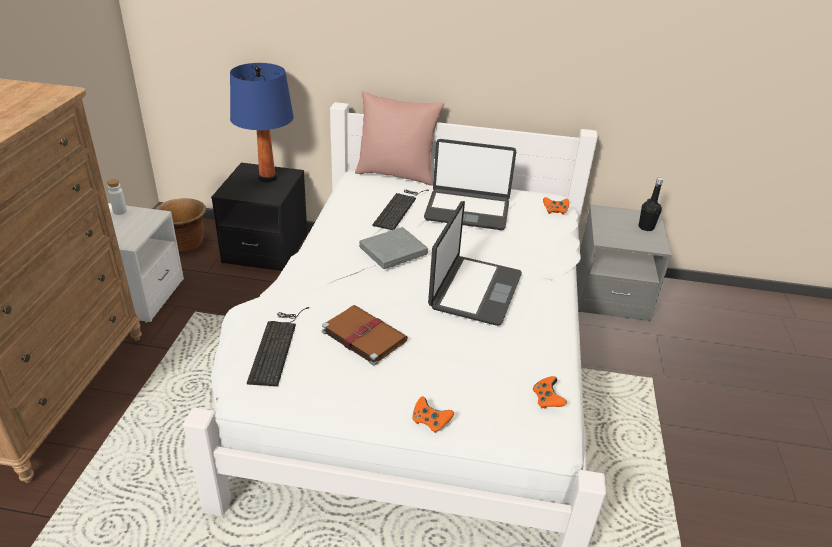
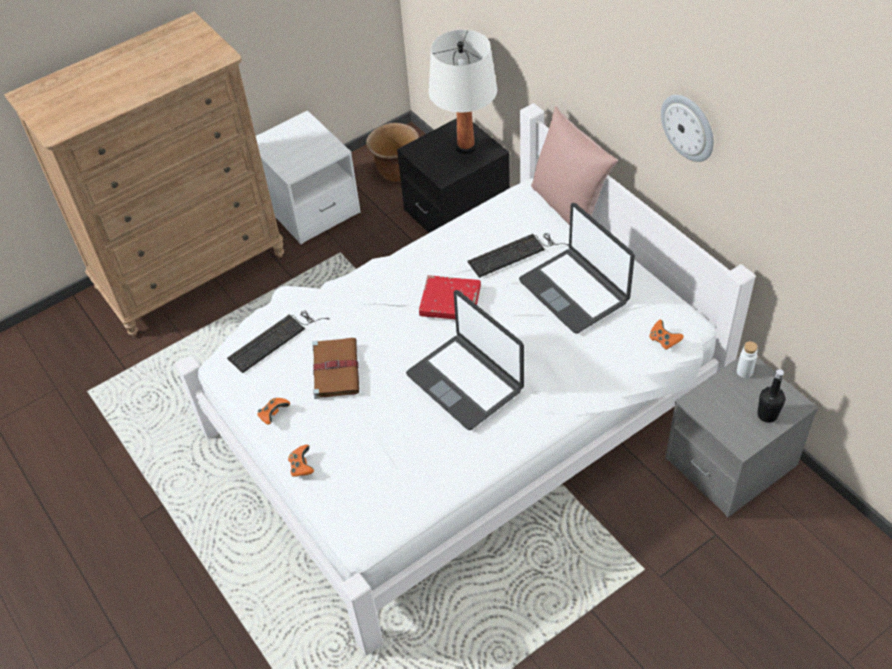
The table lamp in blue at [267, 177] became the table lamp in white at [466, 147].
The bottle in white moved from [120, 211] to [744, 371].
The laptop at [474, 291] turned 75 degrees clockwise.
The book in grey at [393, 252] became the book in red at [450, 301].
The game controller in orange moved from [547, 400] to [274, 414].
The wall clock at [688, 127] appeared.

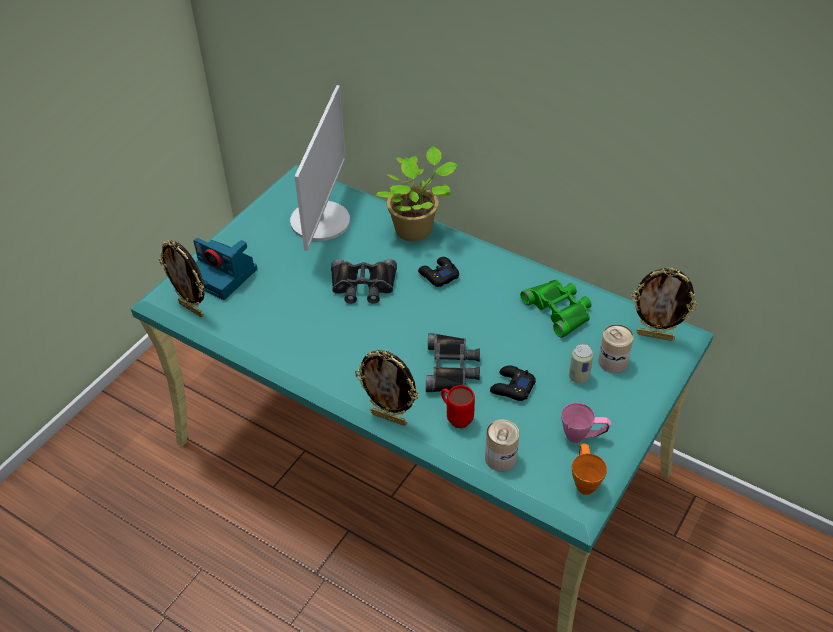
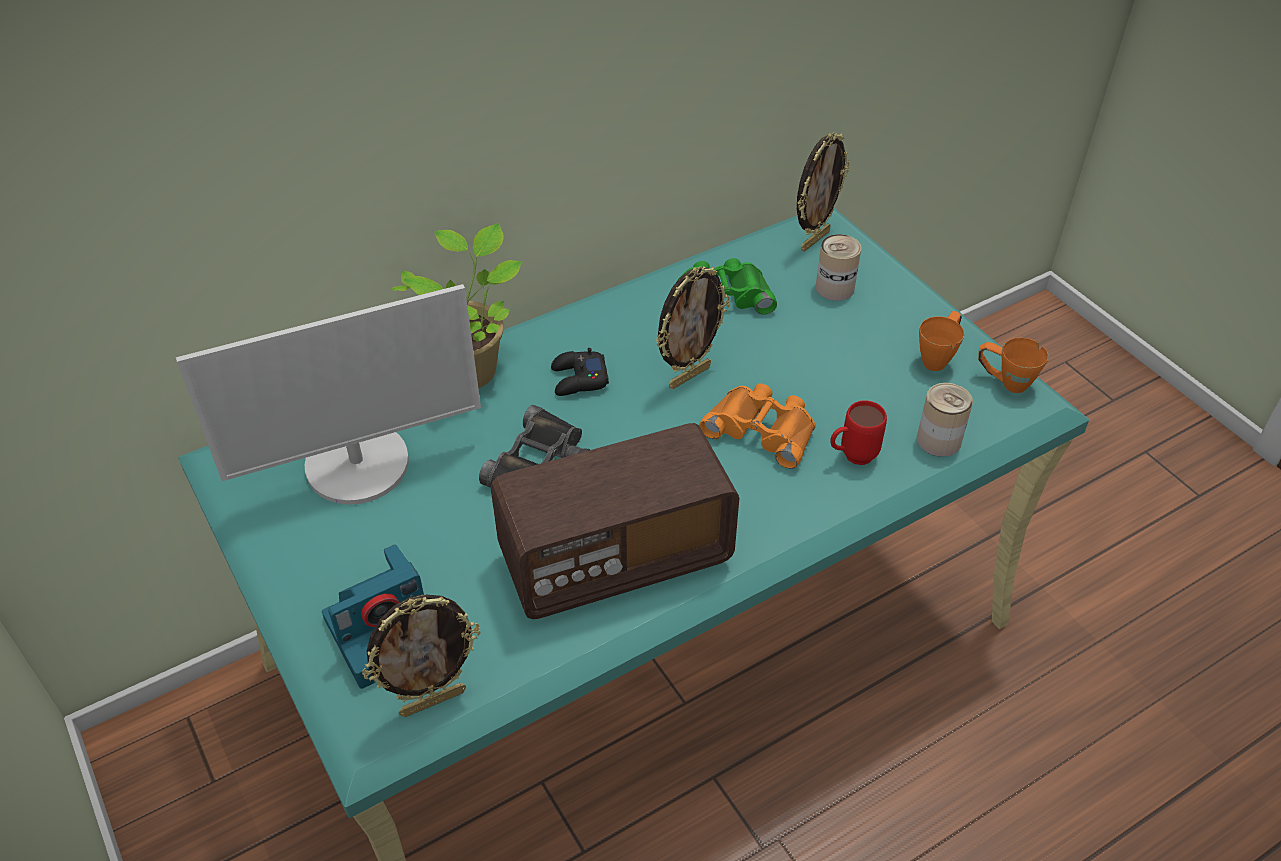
The monitor at [321, 221] turned 120 degrees clockwise.
The binoculars in black at [452, 368] became the binoculars in orange at [762, 429].
The can at [579, 376] disappeared.
The picture frame moved from [389, 418] to [688, 376].
The game controller in black at [512, 387] disappeared.
The mug in pink at [582, 436] became the mug in orange at [938, 357].
The radio at [615, 558] appeared.

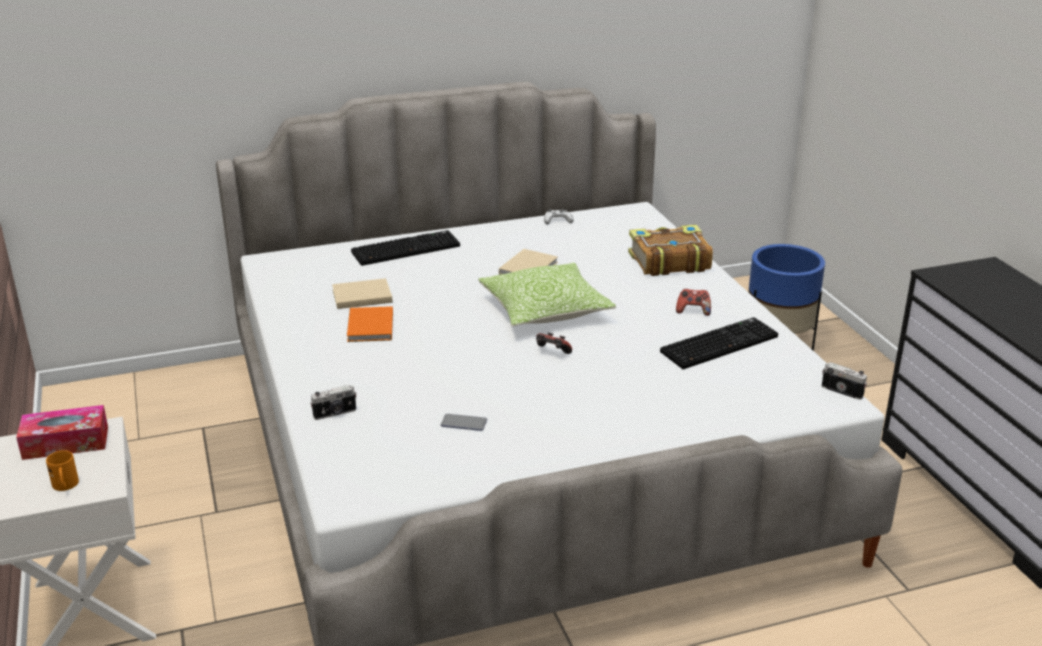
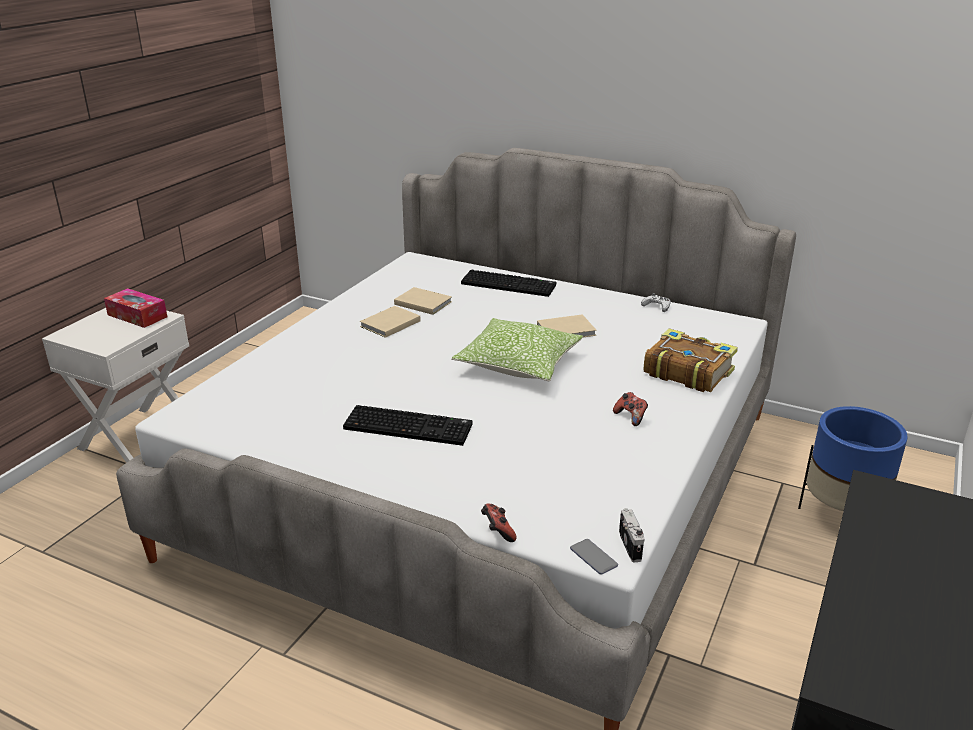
The book in orange at [369, 327] became the book in beige at [388, 324].
The keyboard moved from [719, 343] to [410, 426].
The game controller moved from [552, 353] to [497, 532].
The photo camera at [335, 413] disappeared.
The phone moved from [464, 423] to [593, 557].
The mug in orange at [65, 486] disappeared.

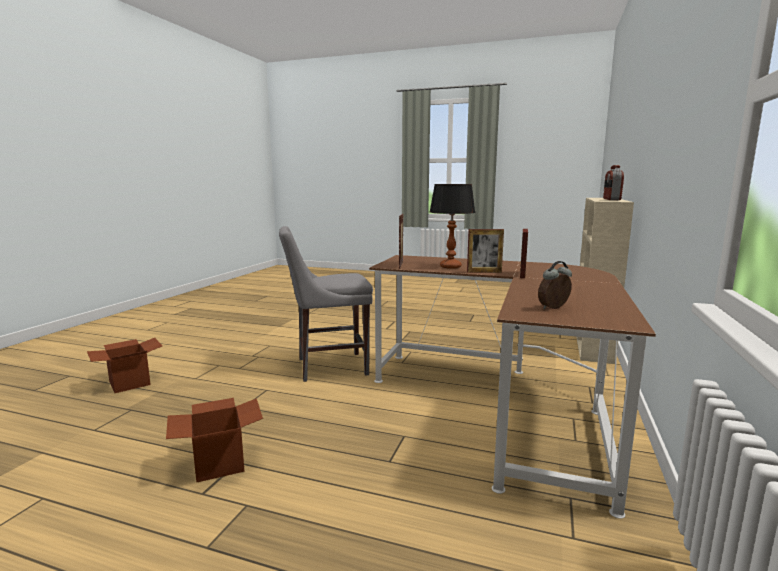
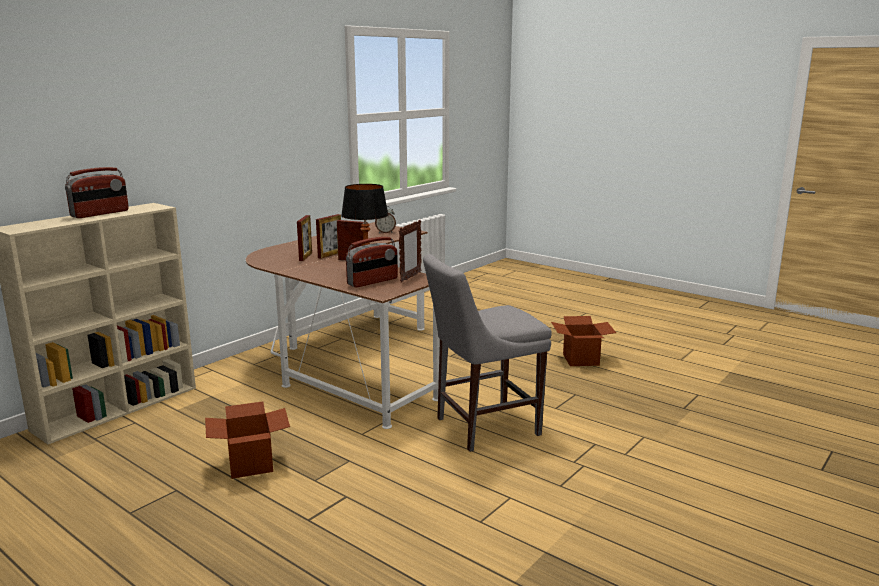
The chair in grey at [328, 366] turned 150 degrees clockwise.
The cardboard box moved from [130, 383] to [250, 464].
The picture frame at [305, 257] appeared.
The radio at [373, 282] appeared.

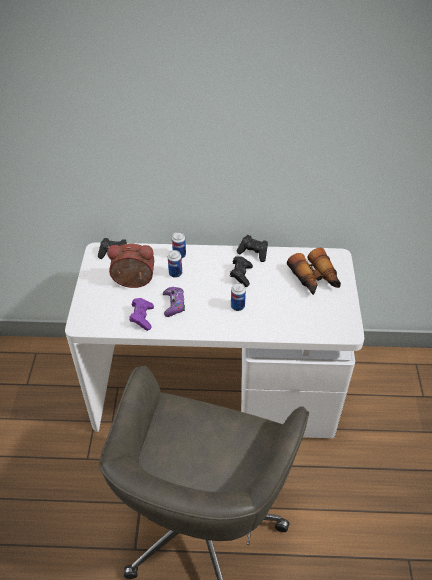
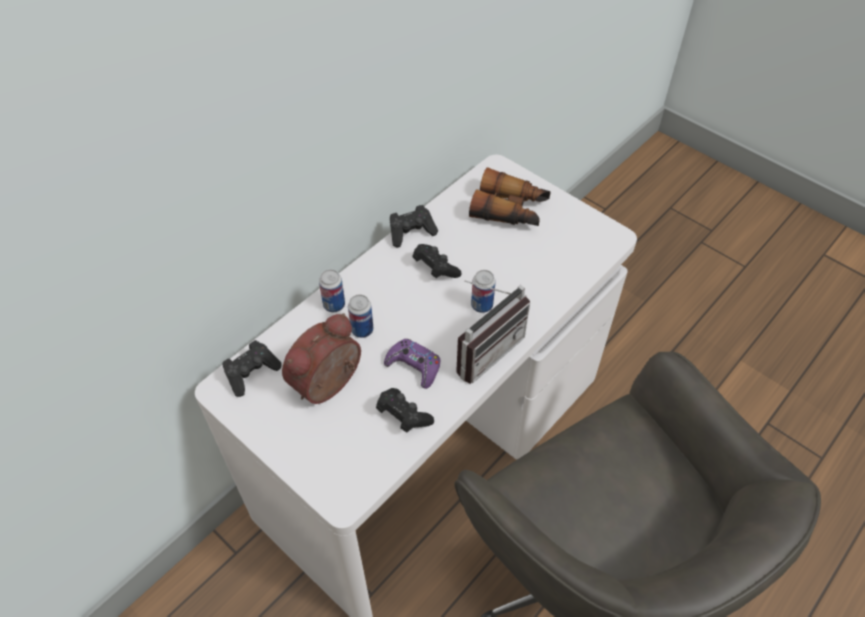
The game controller in purple at [142, 318] became the game controller in black at [403, 416].
The radio at [484, 349] appeared.

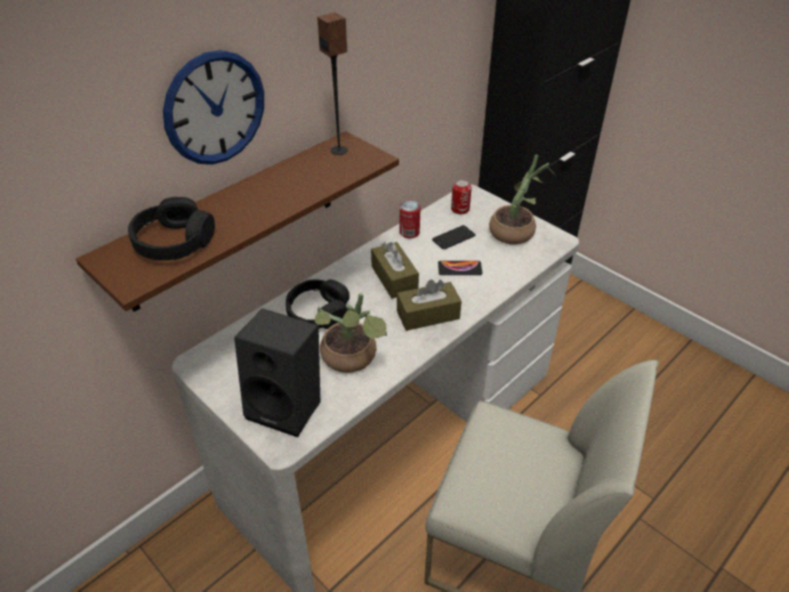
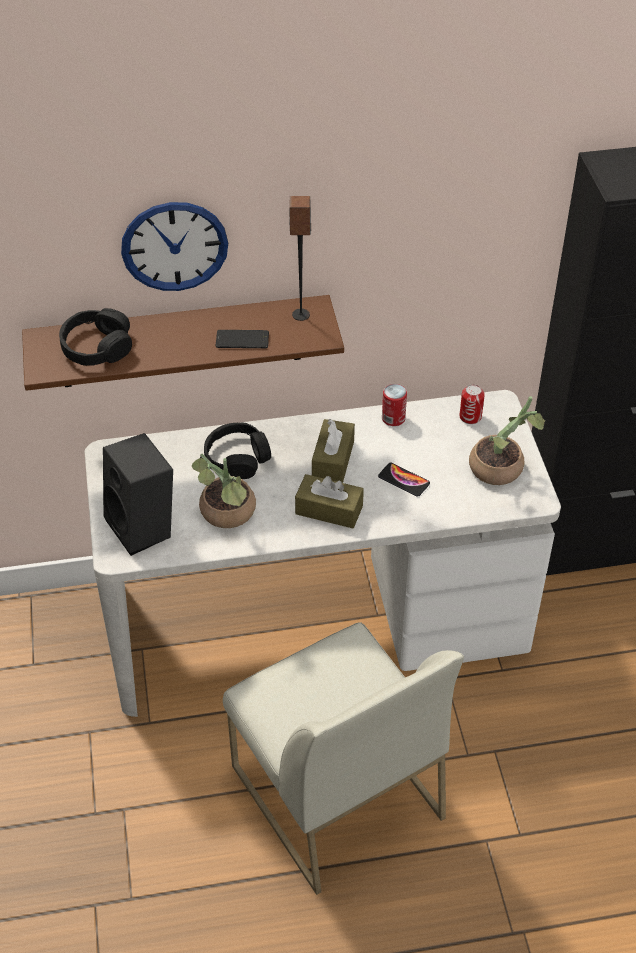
The phone moved from [453, 238] to [242, 340].

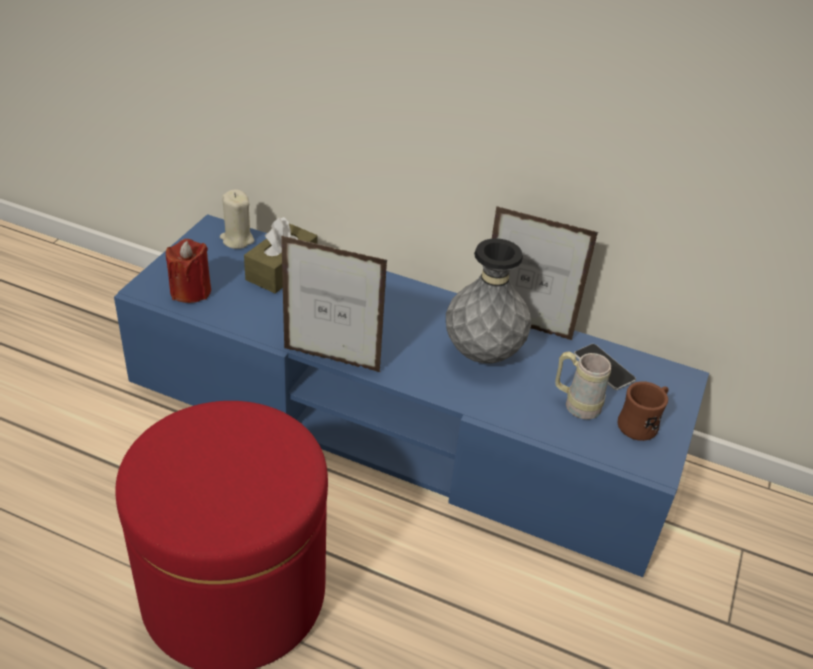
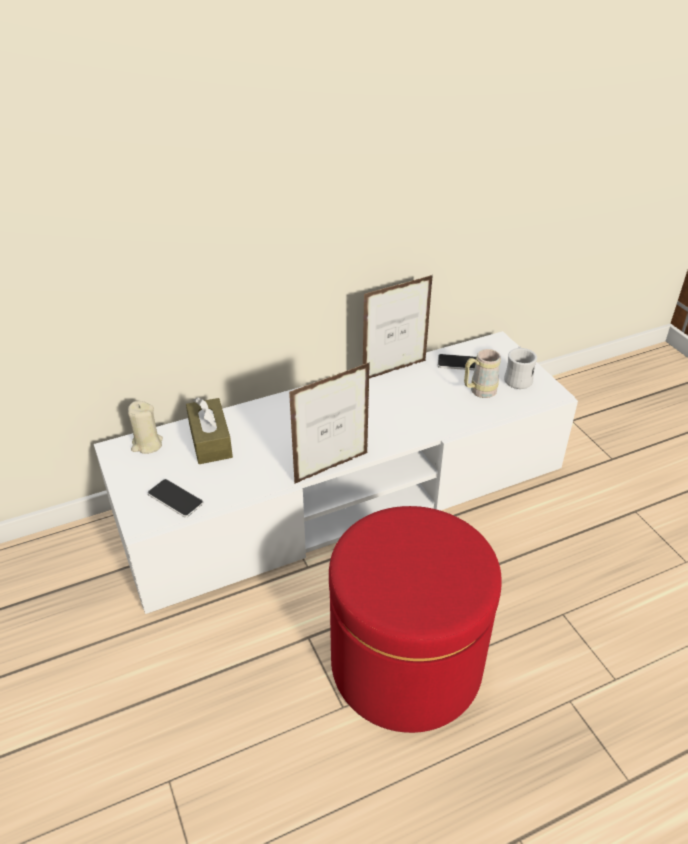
The tv stand in blue at [398, 422] became the tv stand in white at [344, 494].
The vase in grey at [482, 354] disappeared.
The candle in red at [190, 291] was replaced by the phone at [175, 499].
The mug in brown at [641, 424] became the mug in white at [517, 378].

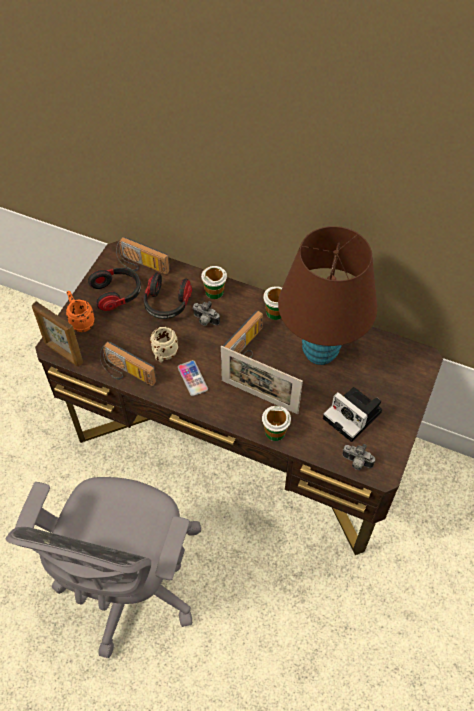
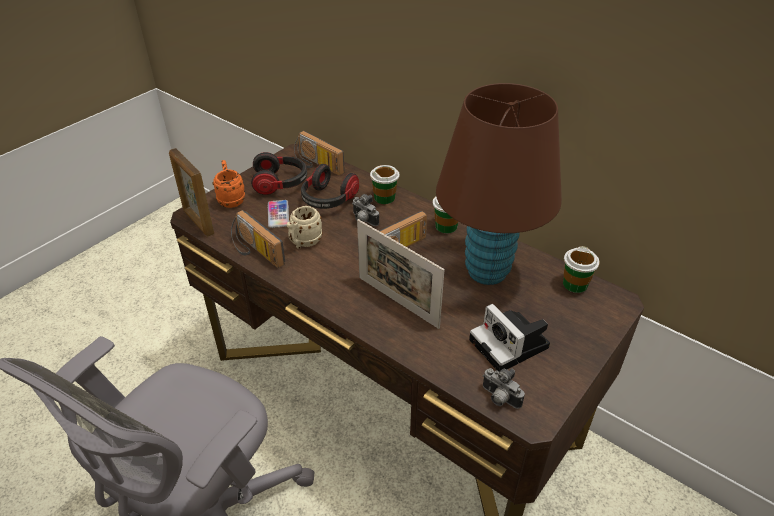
The phone moved from [192, 378] to [278, 214].
The cup moved from [275, 432] to [575, 284].

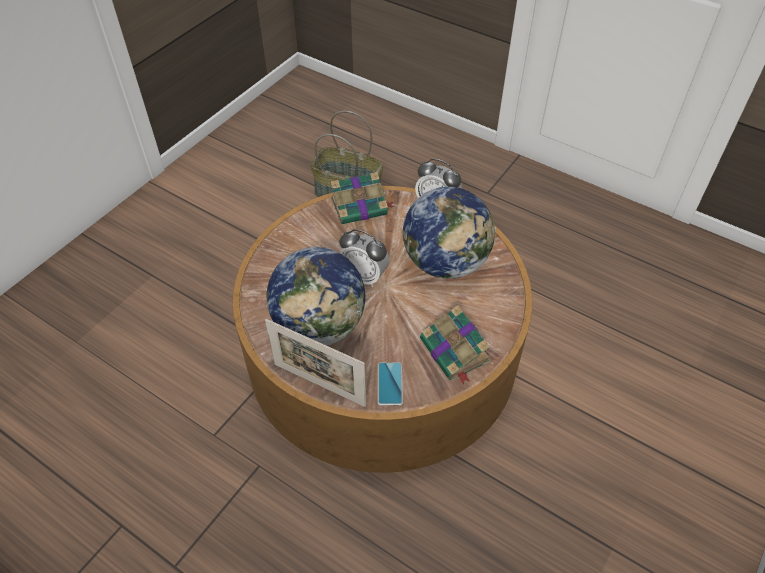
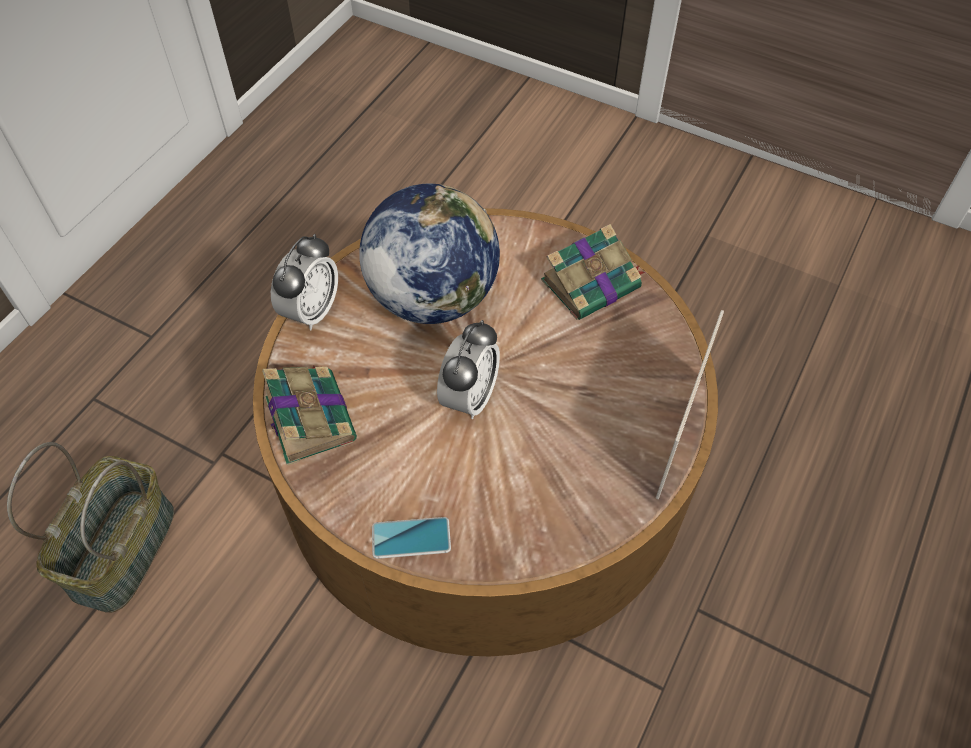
The globe at [320, 325] disappeared.
The phone moved from [390, 384] to [411, 538].

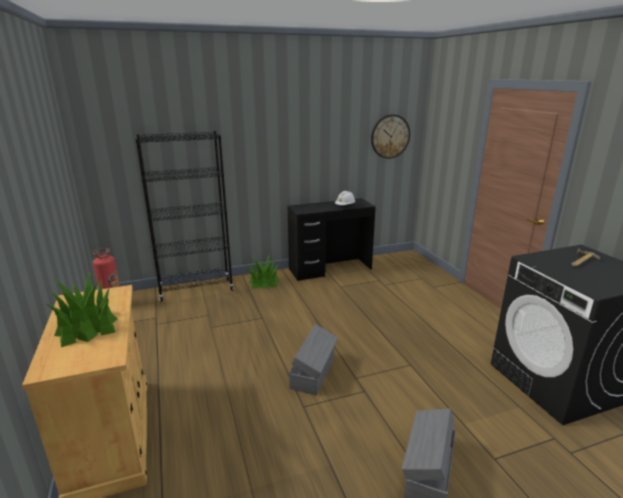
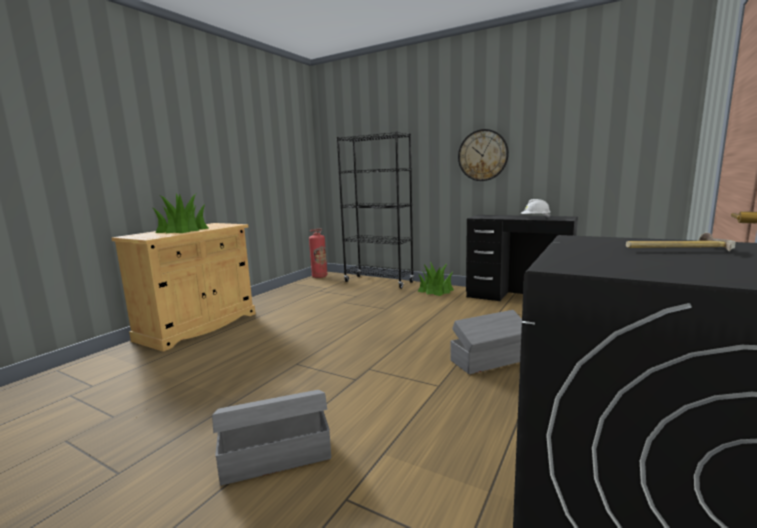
The wall clock moved from [390, 136] to [483, 155].
The storage box in grey moved from [314, 372] to [490, 360].

